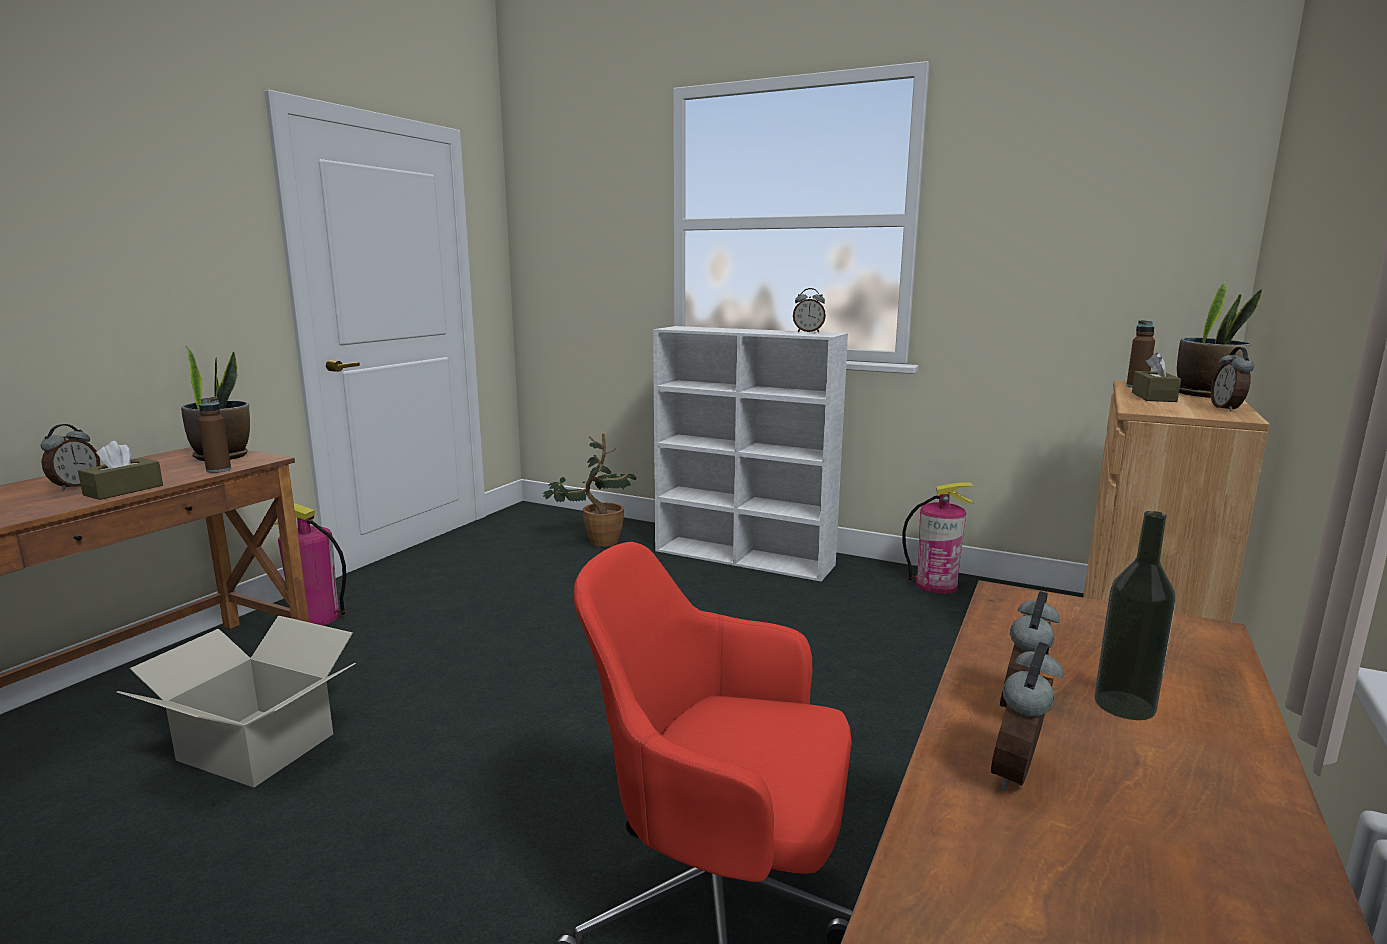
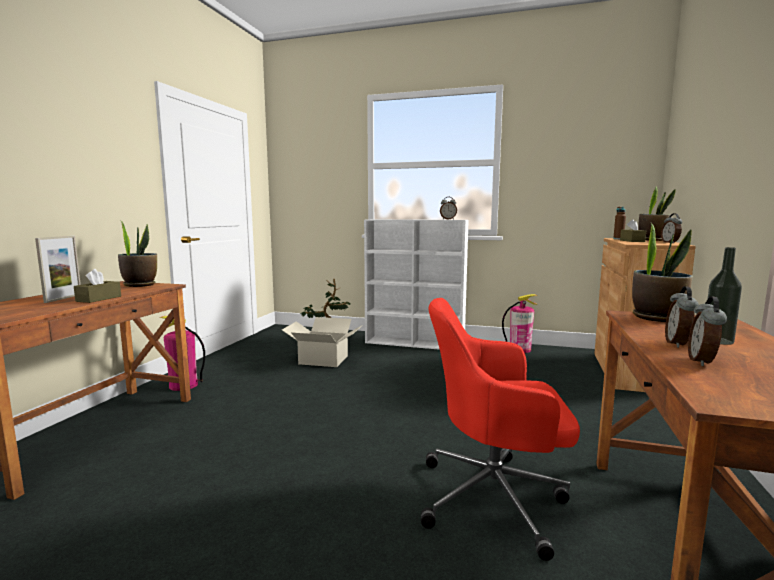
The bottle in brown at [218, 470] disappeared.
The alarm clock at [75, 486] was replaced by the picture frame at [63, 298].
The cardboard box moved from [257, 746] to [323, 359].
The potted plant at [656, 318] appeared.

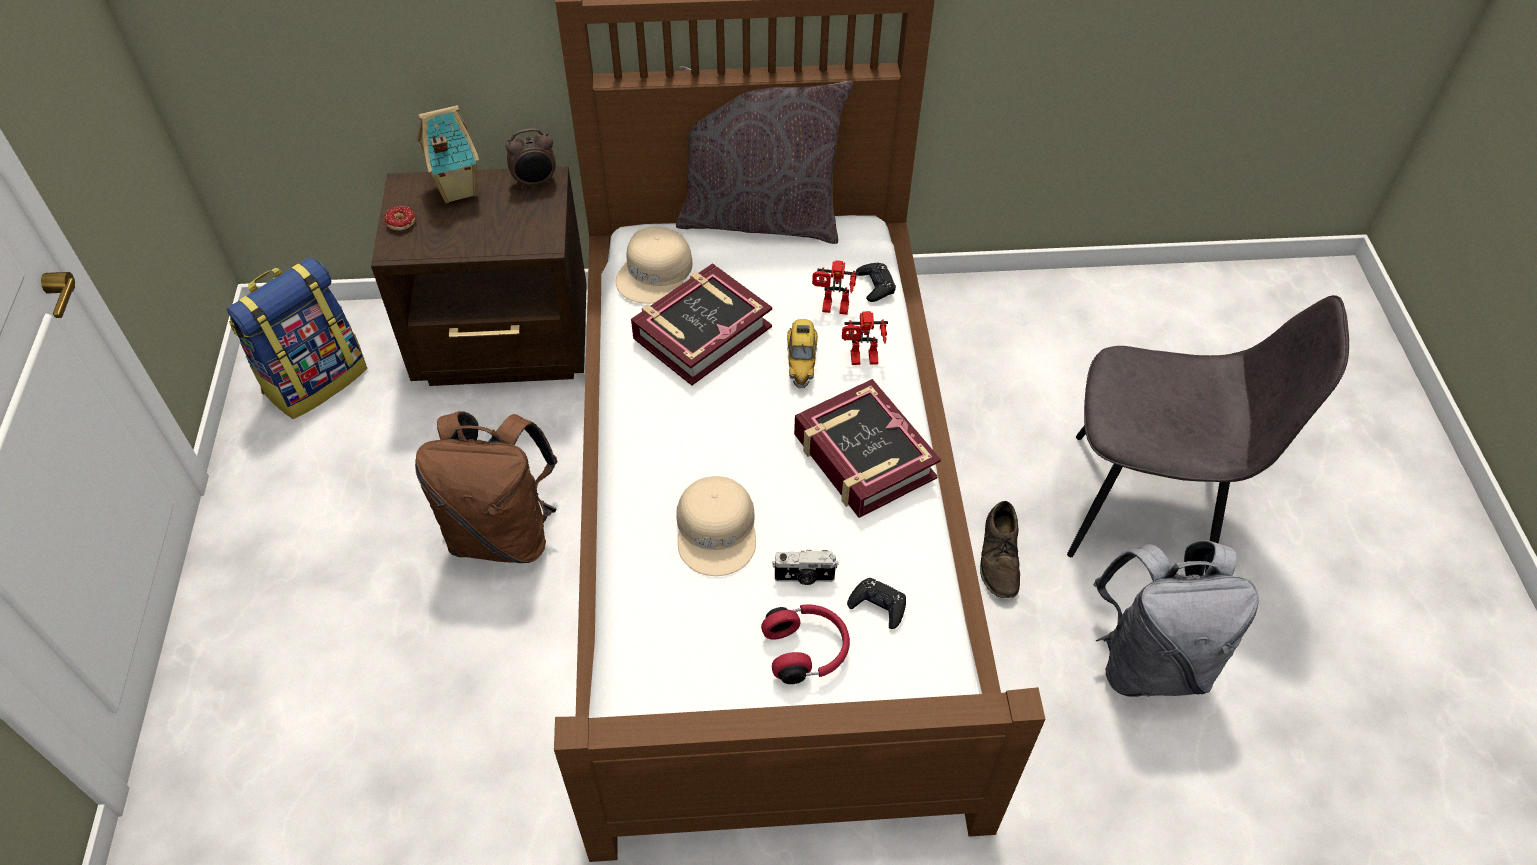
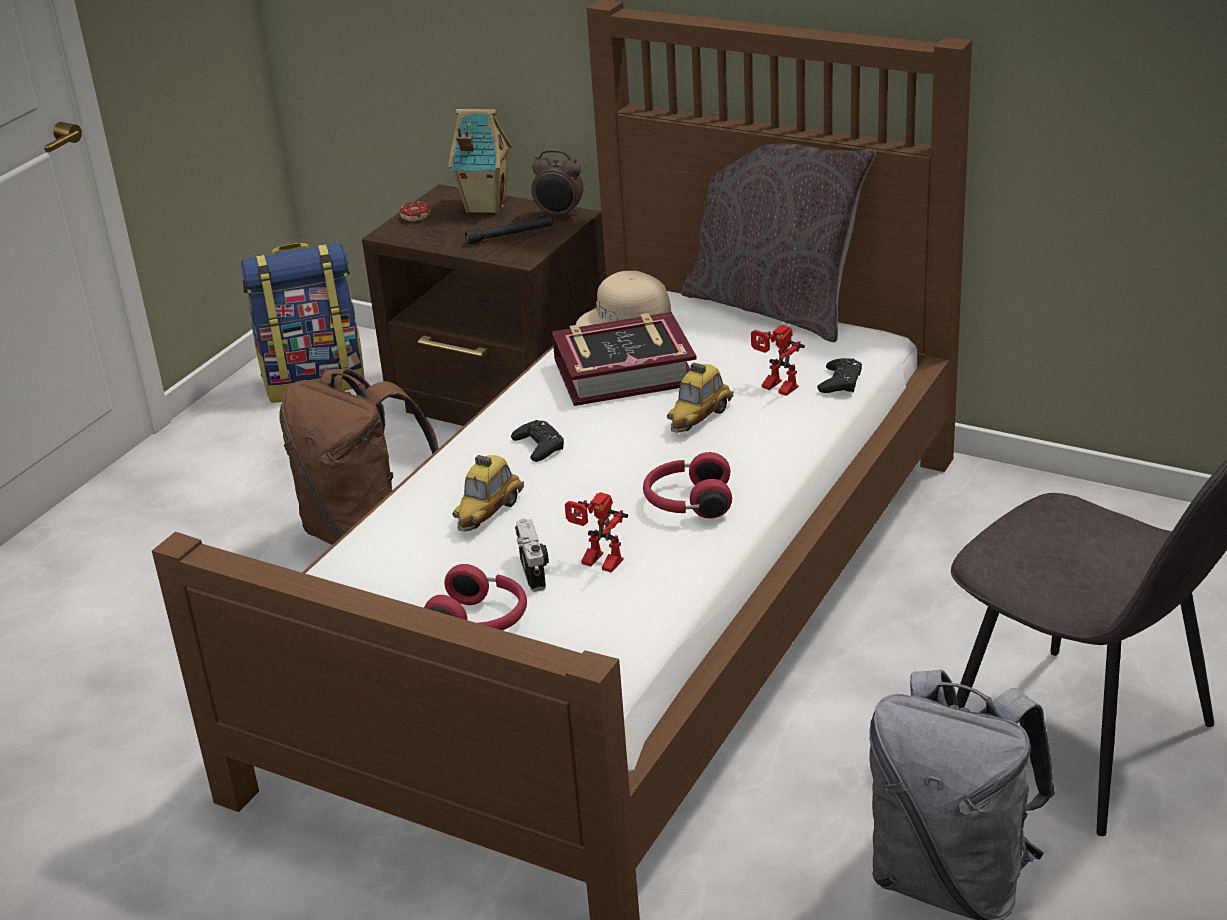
The toy robot moved from [862, 360] to [597, 563].
The book at [863, 457] was replaced by the headphones in red at [687, 503].
The cap in beige at [718, 531] was replaced by the toy car at [489, 513].
The shoe in brown at [1000, 557] disappeared.
The photo camera at [804, 577] turned 135 degrees counterclockwise.
The game controller in black moved from [878, 606] to [539, 446].
The flashlight in black at [510, 235] appeared.

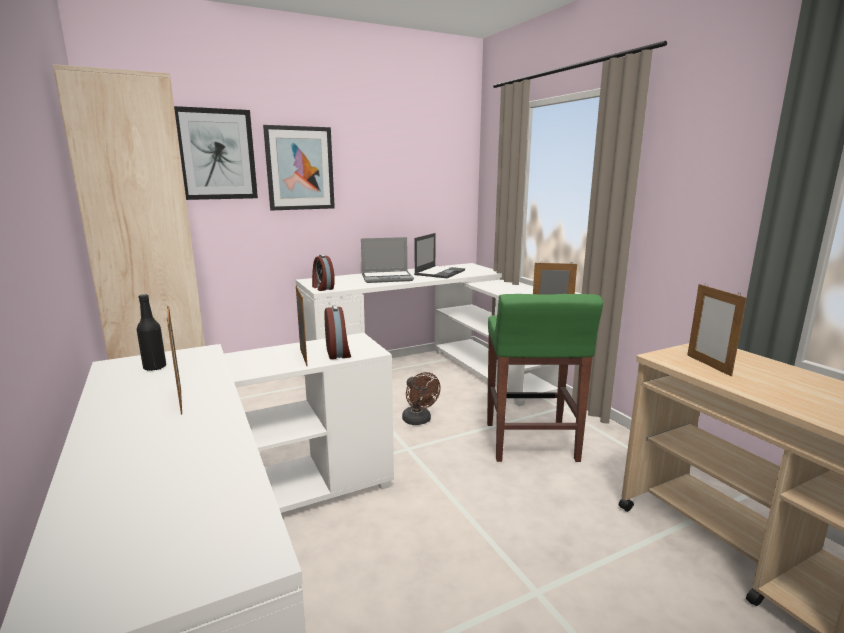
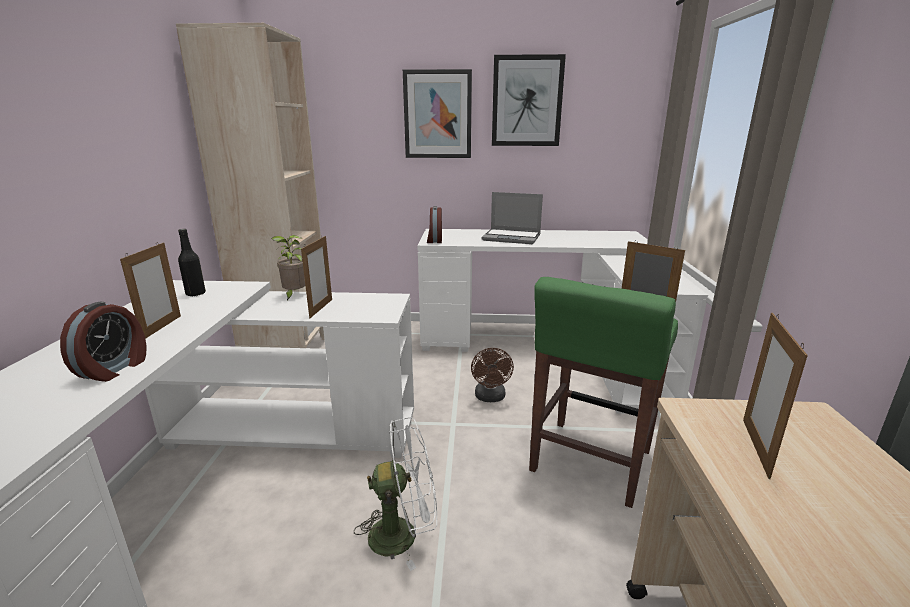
The picture moved from [216, 154] to [527, 101].
The laptop at [440, 272] disappeared.
The alarm clock moved from [338, 353] to [114, 368].
The potted plant at [294, 295] appeared.
The fan in white at [403, 533] appeared.

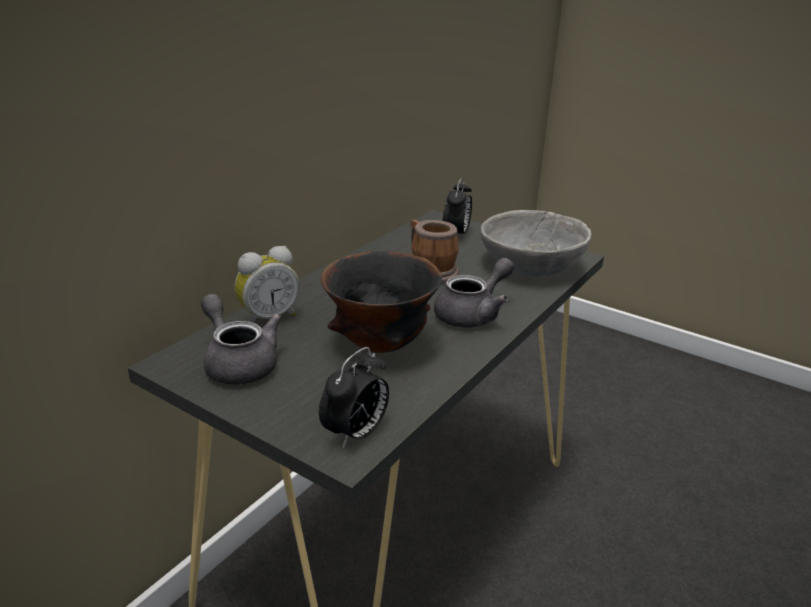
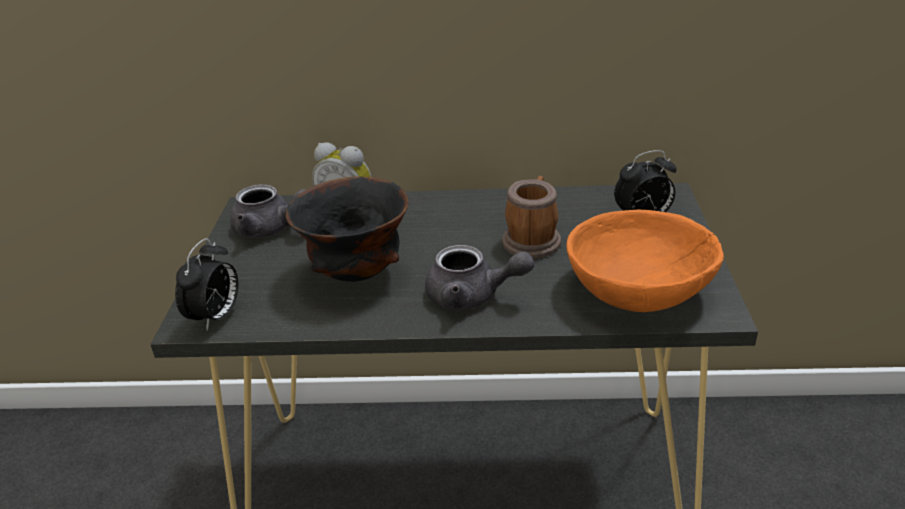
The bowl in grey at [532, 266] became the bowl in orange at [638, 291].
The teapot in grey at [238, 362] turned 90 degrees clockwise.
The alarm clock at [355, 434] turned 75 degrees counterclockwise.

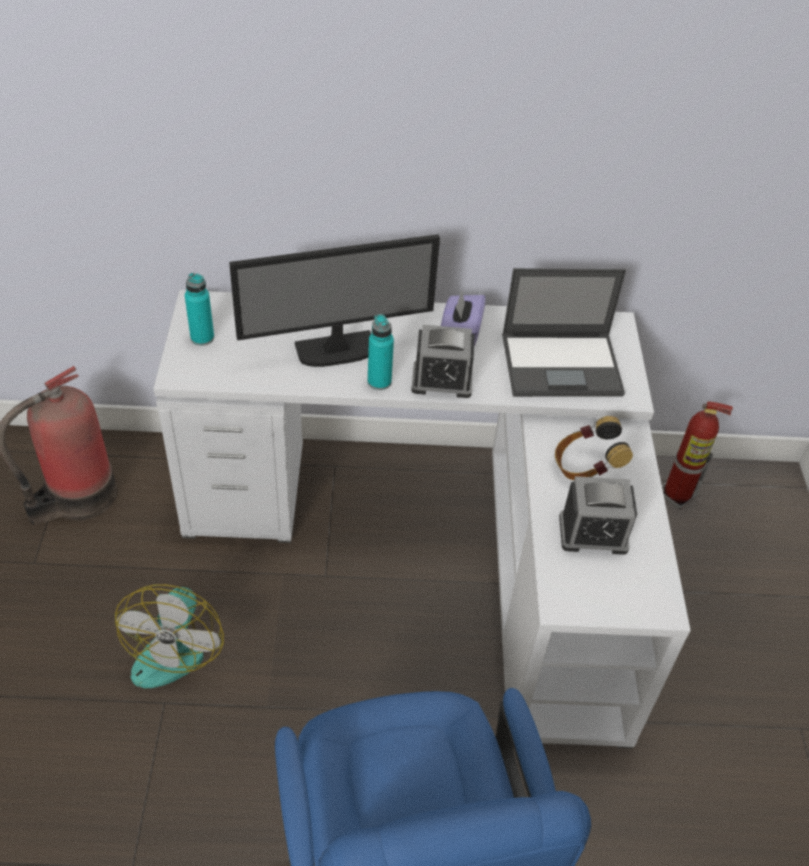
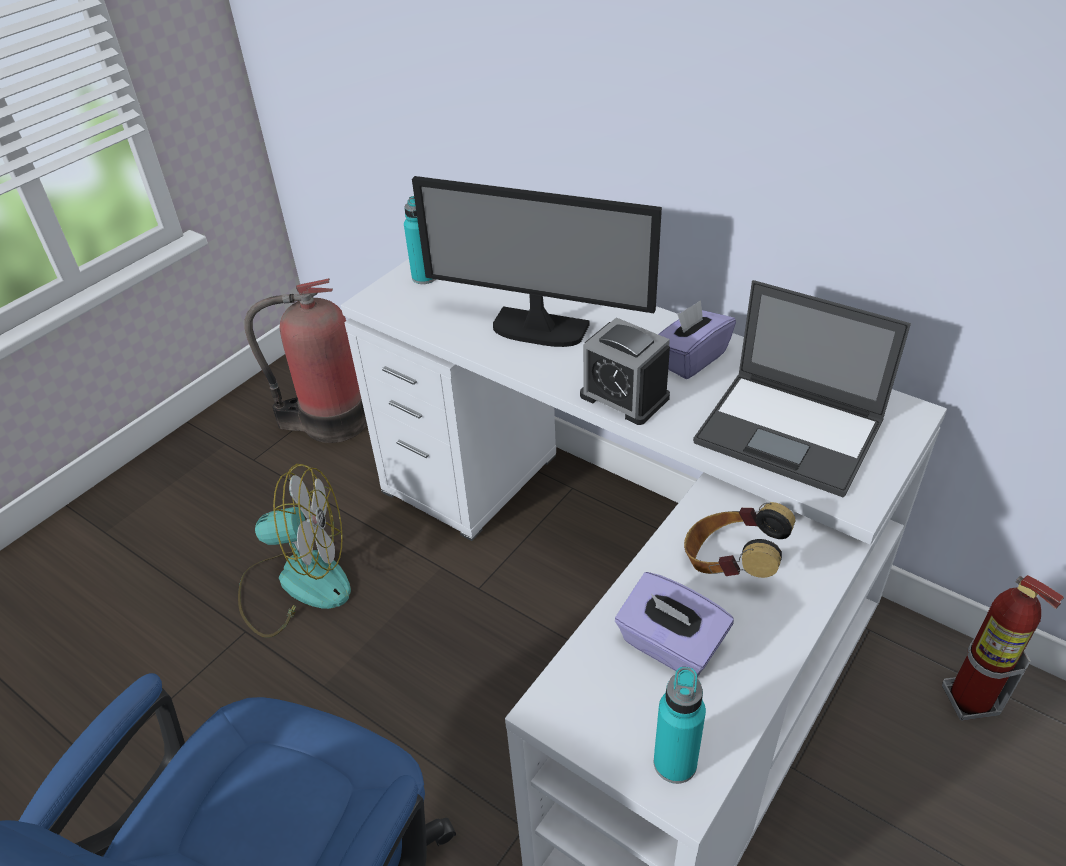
The bottle in turquoise moved from [379, 382] to [675, 763].
The alarm clock at [593, 533] was replaced by the tissue box in purple at [670, 646].
The fan at [174, 644] turned 135 degrees counterclockwise.

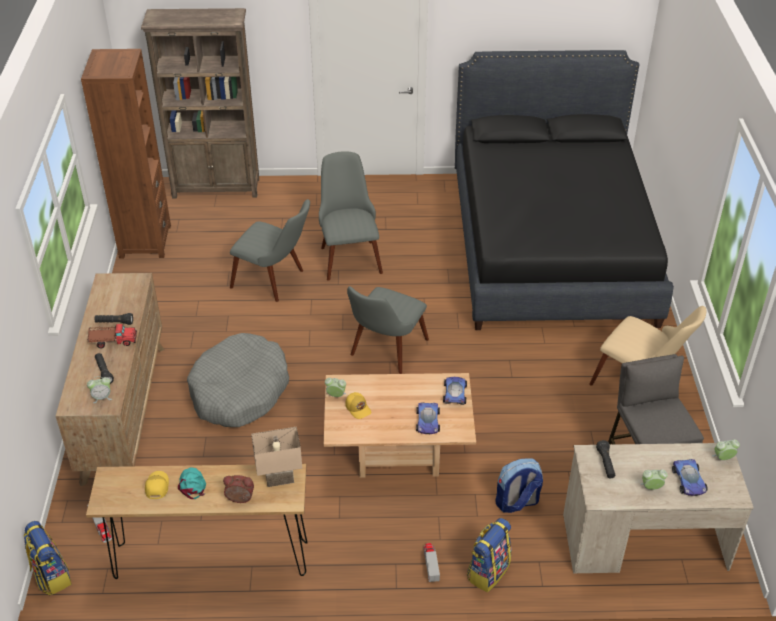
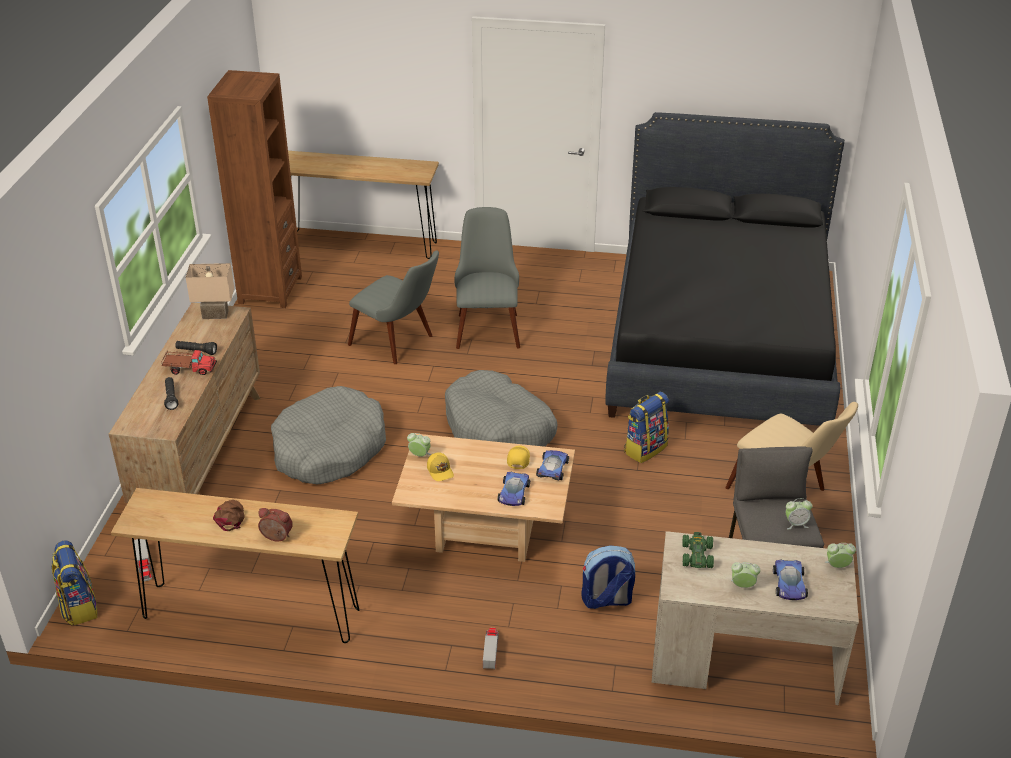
The bookcase in brown at [216, 188] was replaced by the console table in brown at [361, 244].
The chair in grey at [384, 353] was replaced by the dog bed in grey at [499, 429].
The alarm clock moved from [102, 397] to [796, 524].
The table lamp in beige moved from [280, 477] to [216, 314].
The flashlight in black at [605, 464] was replaced by the toy car in green at [697, 555].
The cap in turquoise at [192, 485] became the cap in brown at [230, 517].
The cap in yellow moved from [156, 487] to [518, 459].
The backpack moved from [488, 571] to [645, 448].

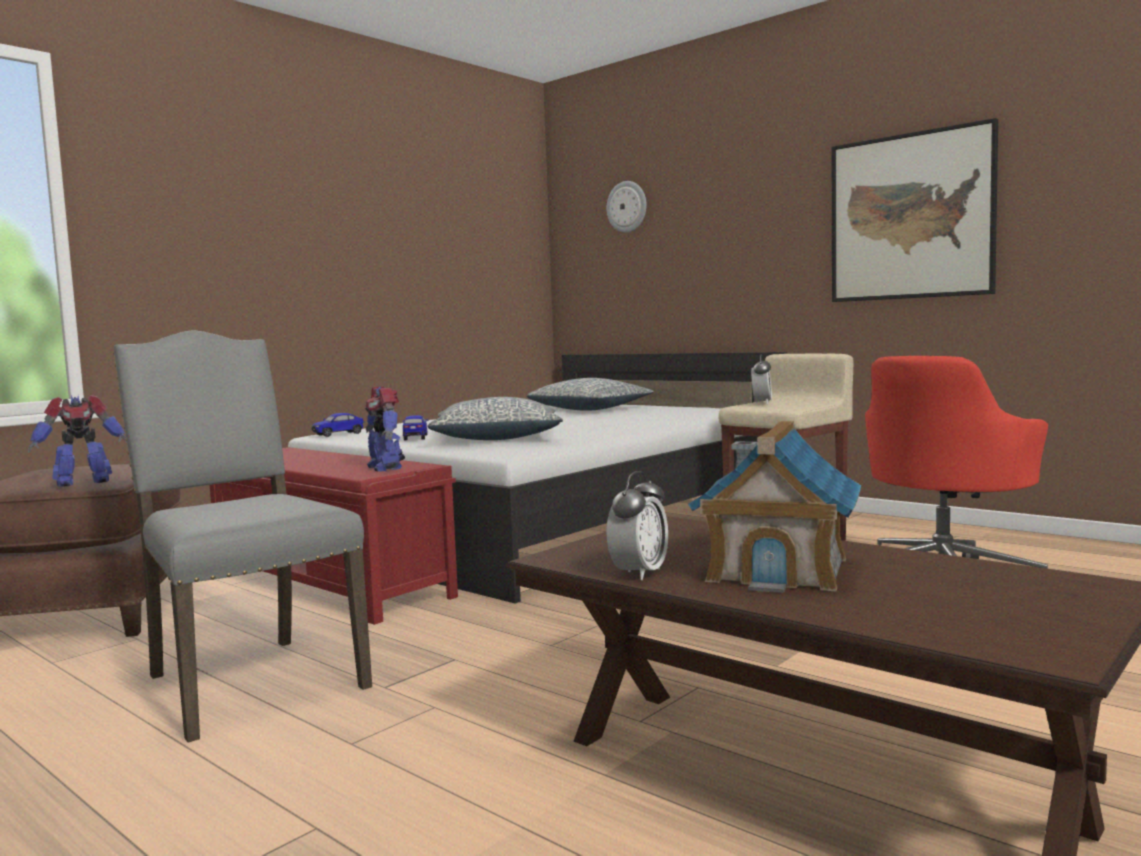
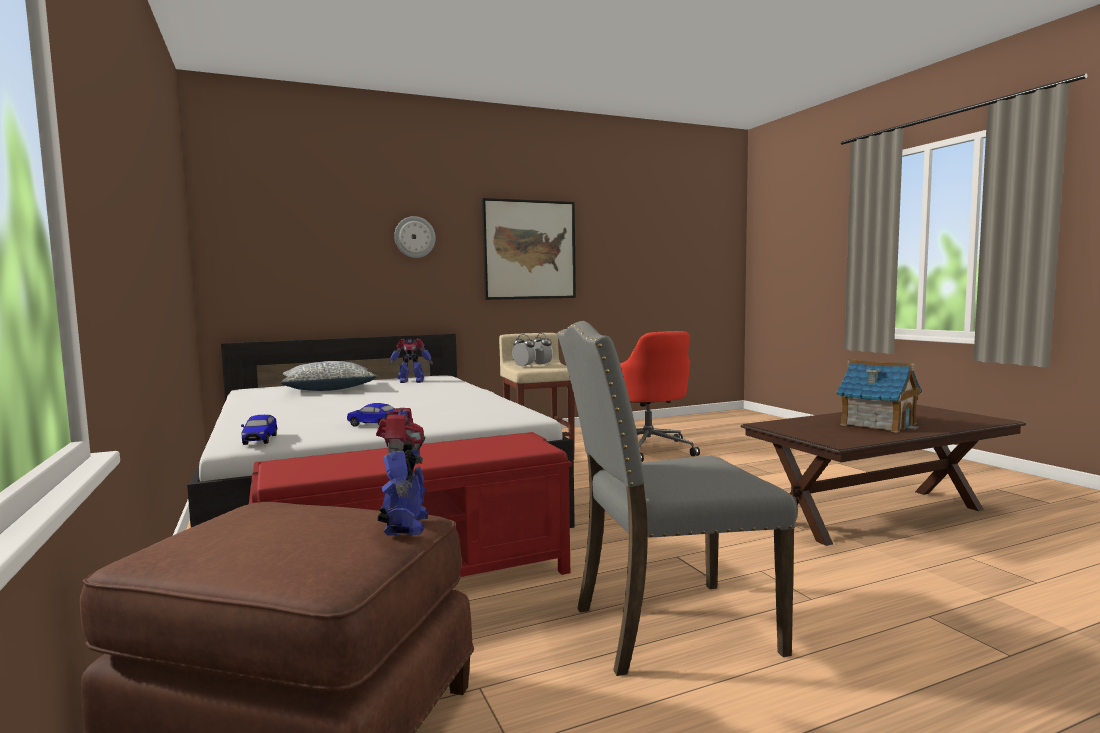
The wall clock moved from [627, 207] to [414, 237].
The toy robot moved from [386, 467] to [411, 381].
The pillow at [497, 438] disappeared.
The alarm clock moved from [639, 573] to [542, 365].

